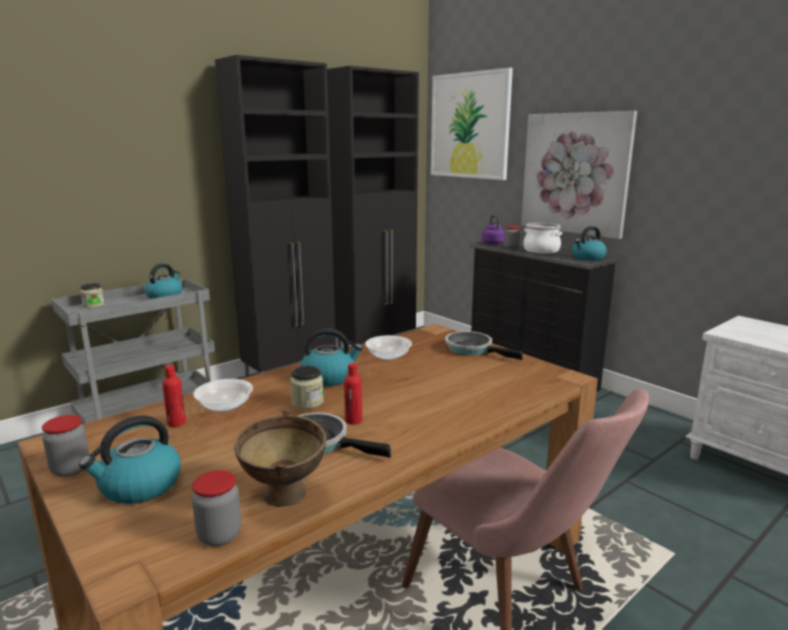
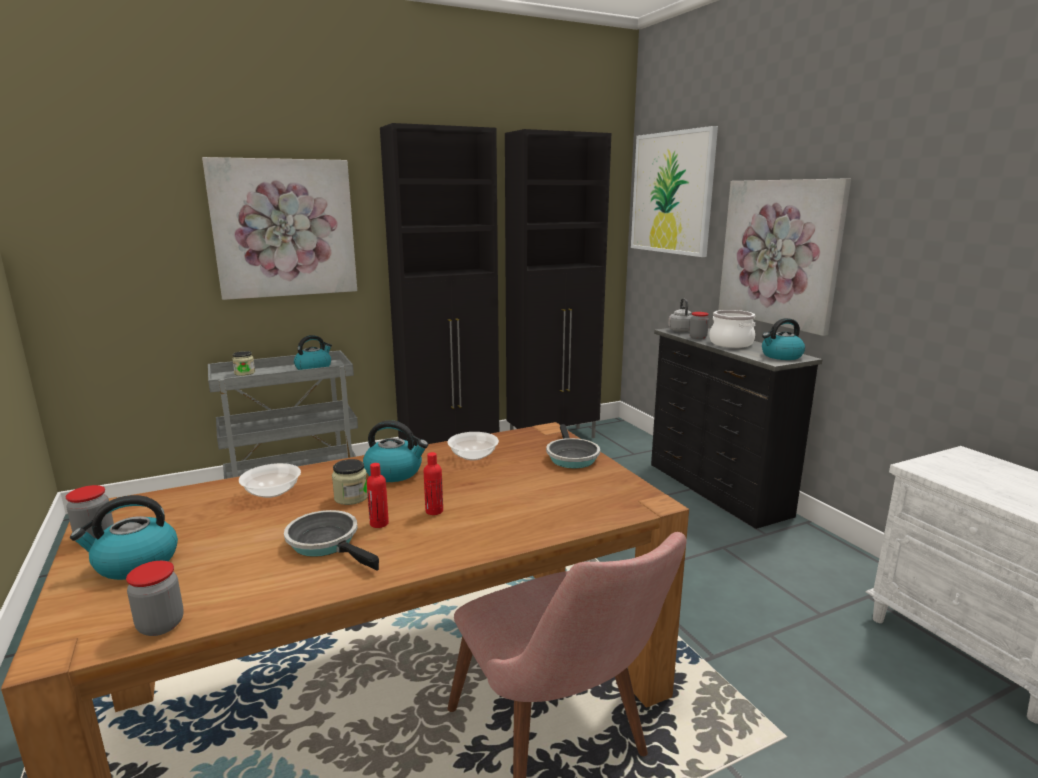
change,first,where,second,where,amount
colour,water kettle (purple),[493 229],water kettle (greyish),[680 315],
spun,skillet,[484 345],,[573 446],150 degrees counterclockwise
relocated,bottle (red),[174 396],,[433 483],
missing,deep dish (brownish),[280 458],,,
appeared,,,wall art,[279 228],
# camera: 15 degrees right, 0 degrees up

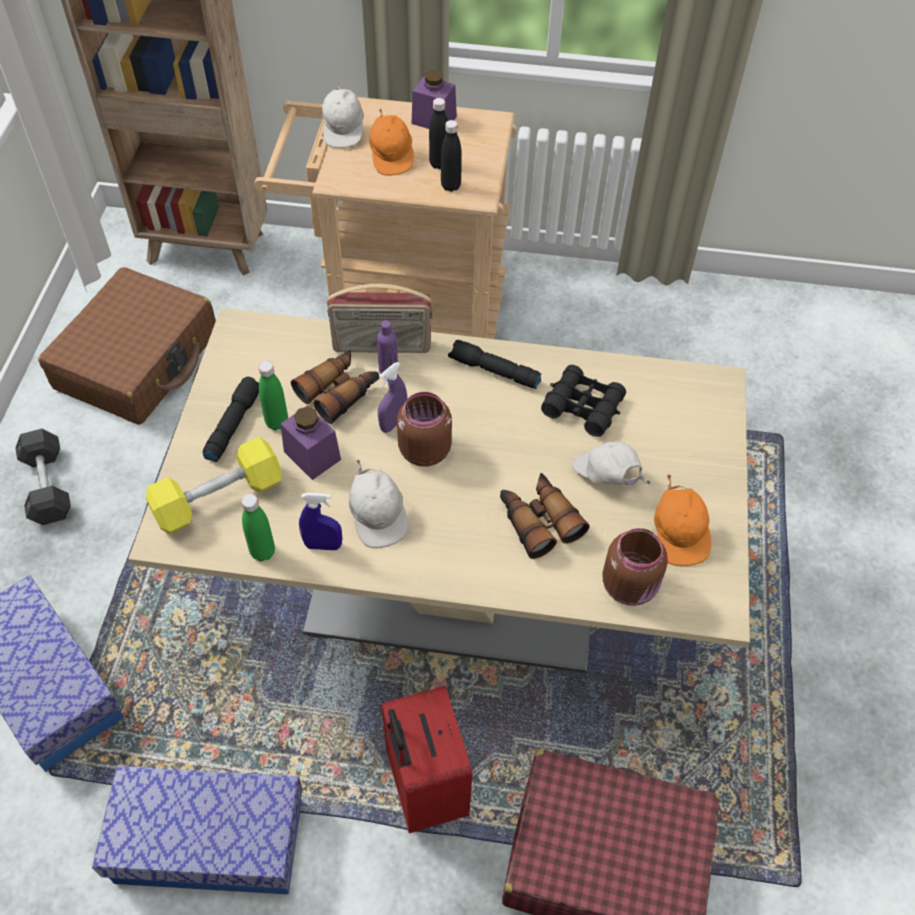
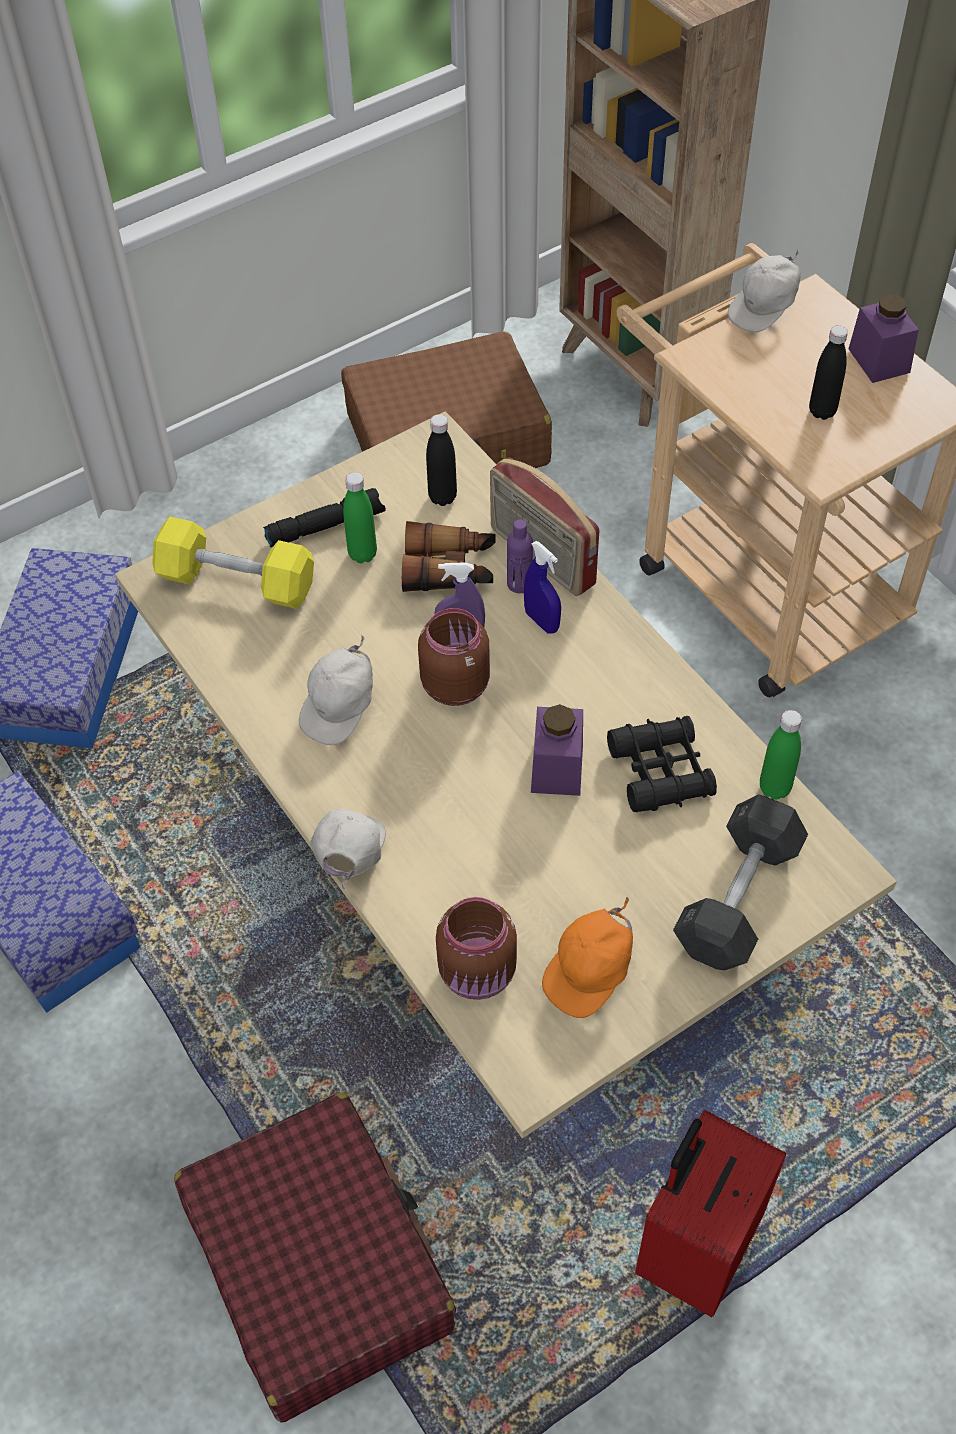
change,first,where,second,where,amount
missing,peaked cap (orange-coloured),[391 142],,,
relocated,bottle (black-coloured),[451 156],,[441 460],
missing,torch (black-coloured),[495 364],,,
relocated,preserve jar (purple),[311 443],,[557 750],
relocated,hand weight (greyish),[43 477],,[740 882],
relocated,peaked cap (white-coloured),[611 463],,[348 849],
missing,binoculars,[545 516],,,
relocated,hand sprayer (blue),[320 521],,[542 587],
relocated,bottle (greenish),[258 527],,[781 755],
relocated,piece of luggage (red),[426 759],,[710 1213],
# camera: 50 degrees right, 0 degrees up

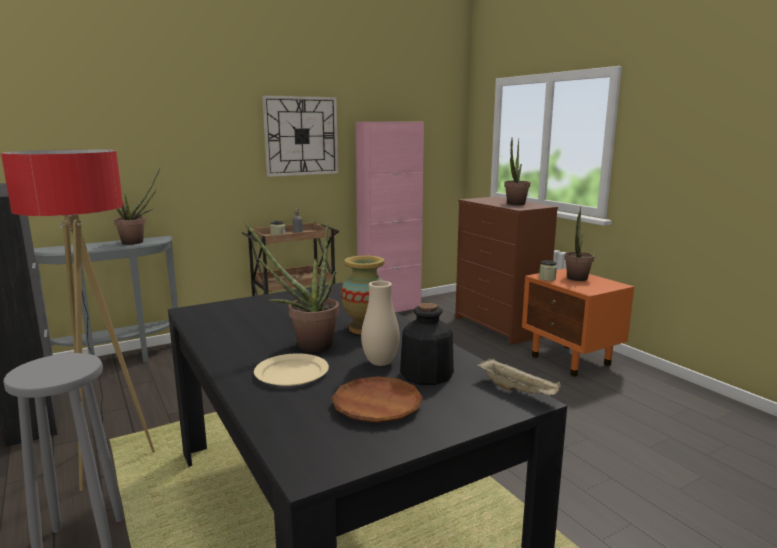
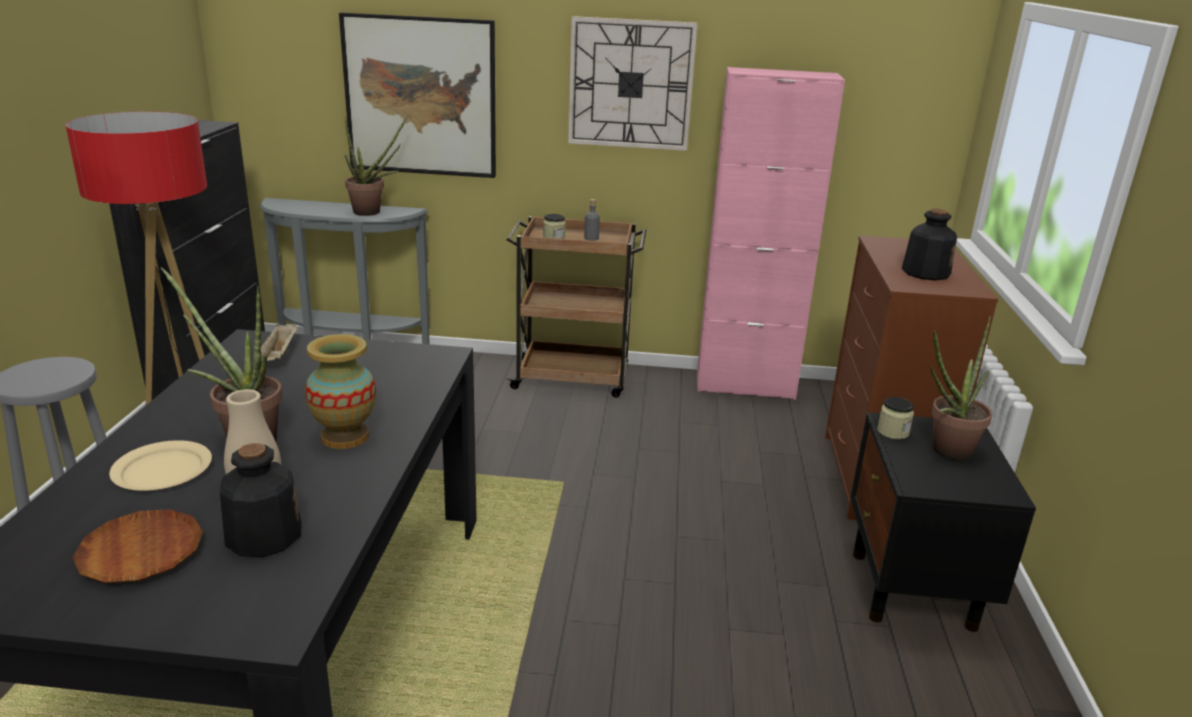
change,first,where,second,where,amount
exchanged,plant in a pot,[517 171],bottle,[929 245],
colour,nightstand (orange-coloured),[578 322],nightstand (black-coloured),[943 522],
relocated,tray (sand-coloured),[519 377],,[275 342],
appeared,,,wall art,[417 95],
# camera: 35 degrees right, 10 degrees up

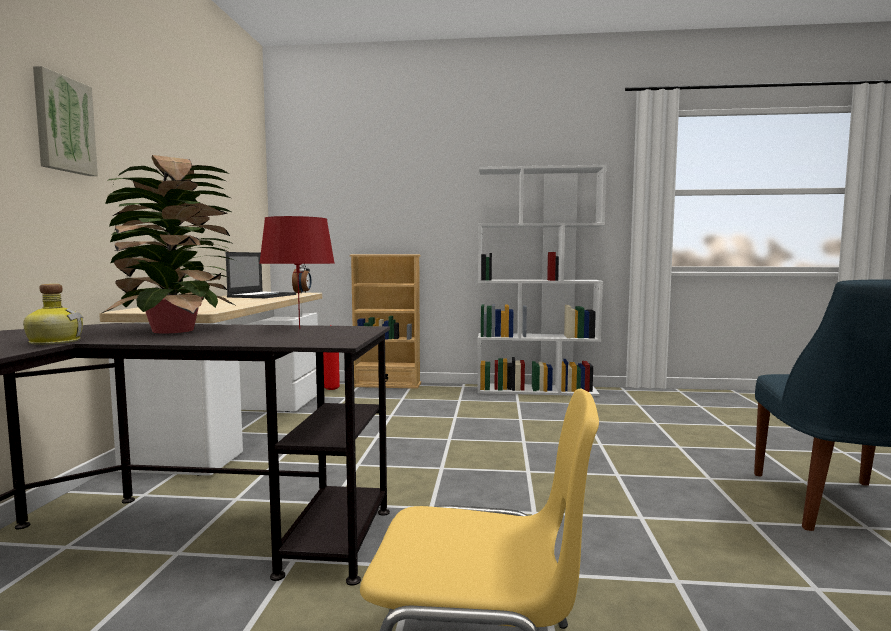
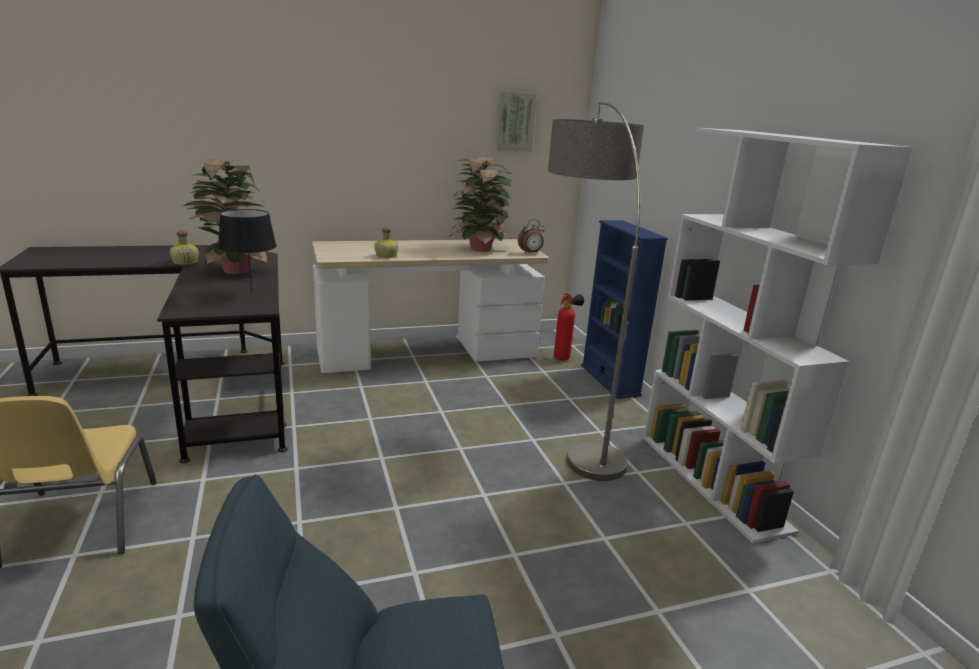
change,first,where,second,where,amount
relocated,wall art,[65 121],,[516 121],
colour,lamp for a table (red),[296 272],lamp for a table (black-coloured),[247 251],
exchanged,notebook computer,[261 275],plant in a pot,[480 204],
colour,bookshelf (sand-coloured),[385 321],bookshelf (blue),[624 309],
appeared,,,standard lamp,[596 291],
appeared,,,bottle,[386 242],
# camera: 65 degrees right, 15 degrees up

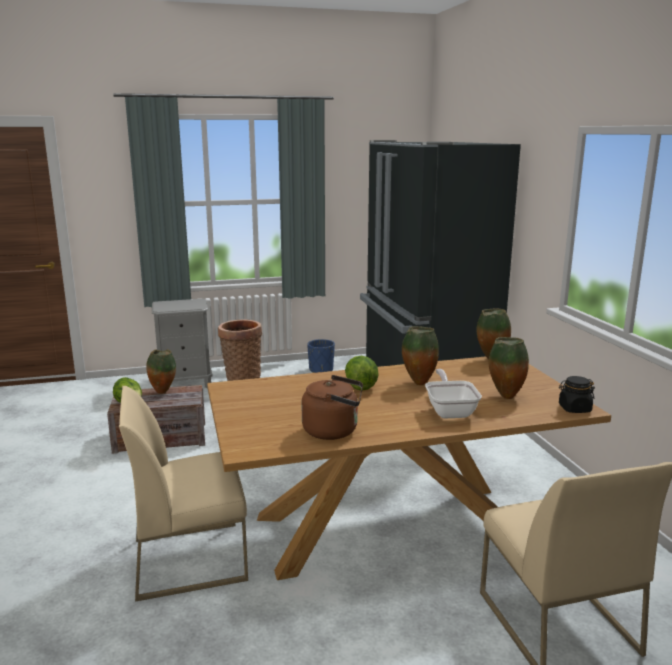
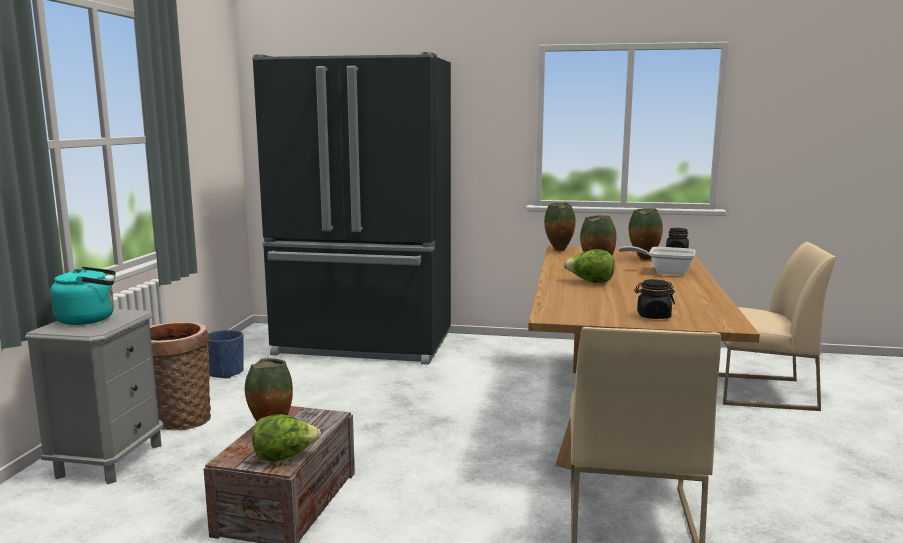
change,first,where,second,where,amount
missing,water kettle (brownish),[332 407],,,
appeared,,,water kettle (turquoise-coloured),[83 296],
appeared,,,preserve jar (black-coloured),[654 299],
# camera: 65 degrees left, 5 degrees down

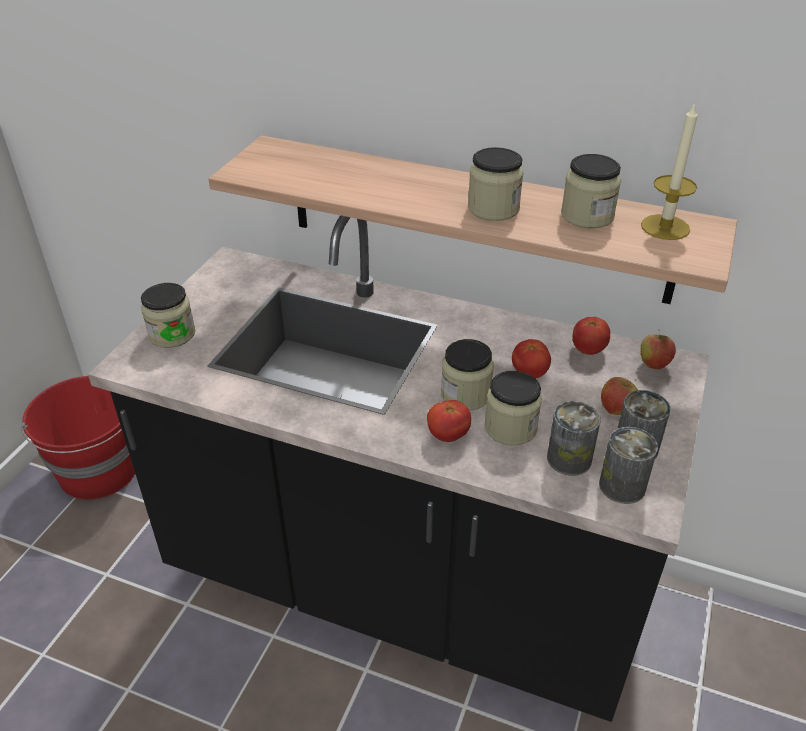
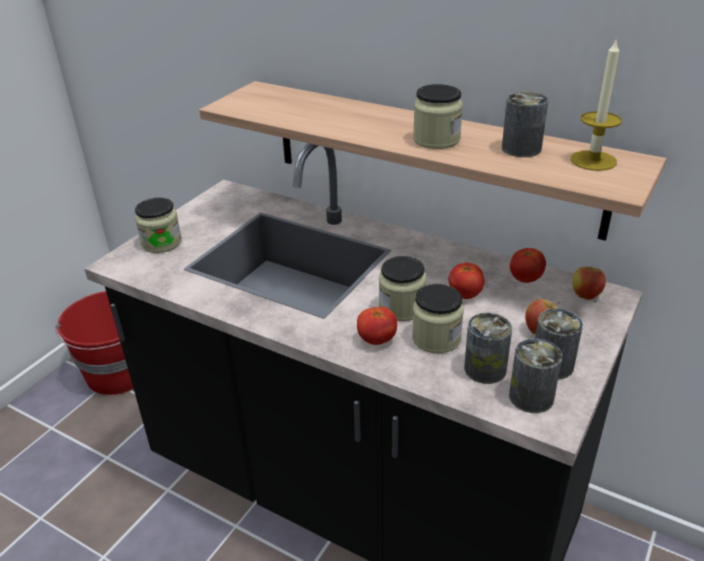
change,first,where,second,where,amount
exchanged,preserve jar,[591 191],sealed can,[525 124],
# camera: 10 degrees right, 5 degrees down

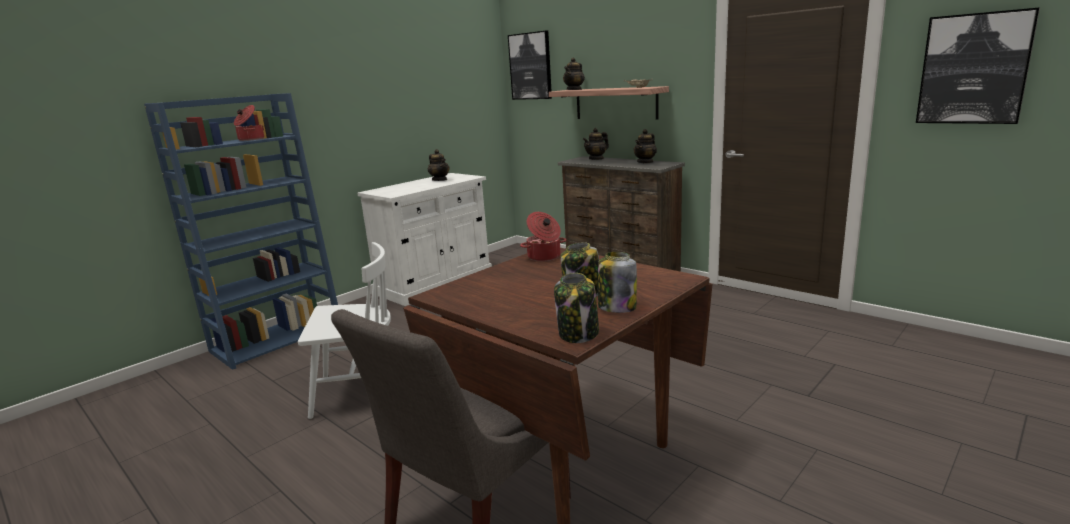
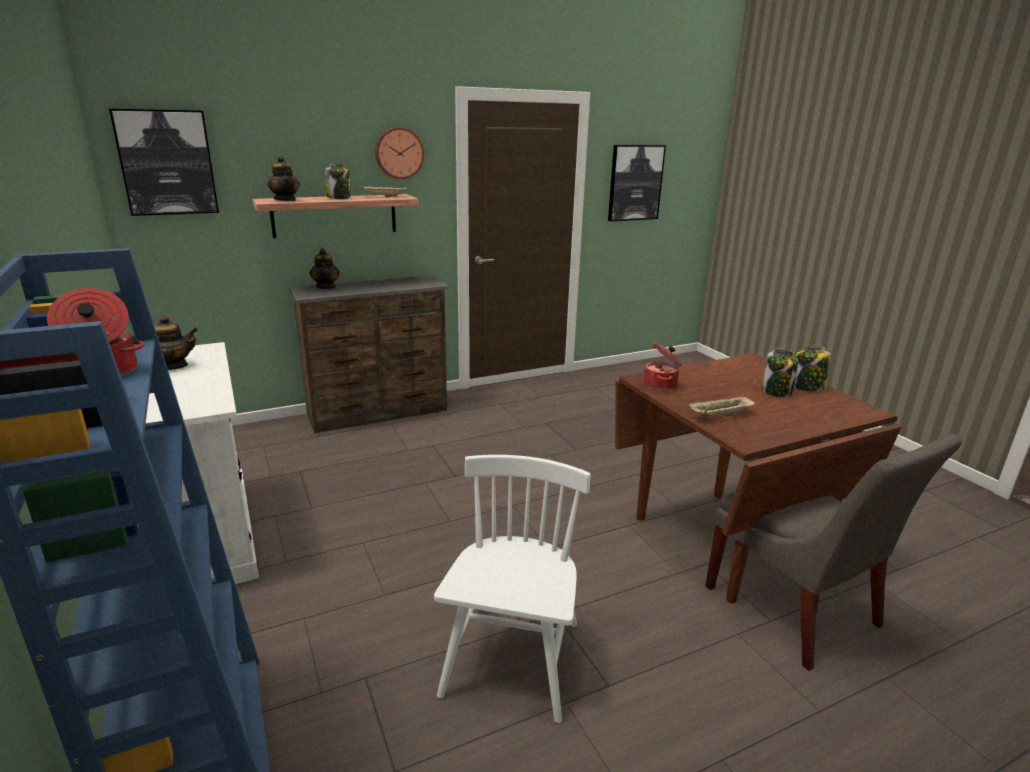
change,first,where,second,where,amount
missing,pot for tea,[645 146],,,
relocated,preserve jar,[576 308],,[338 181],
appeared,,,hanging clock,[399 153],
appeared,,,tray (sand-coloured),[722 406],
# camera: 70 degrees left, 5 degrees up

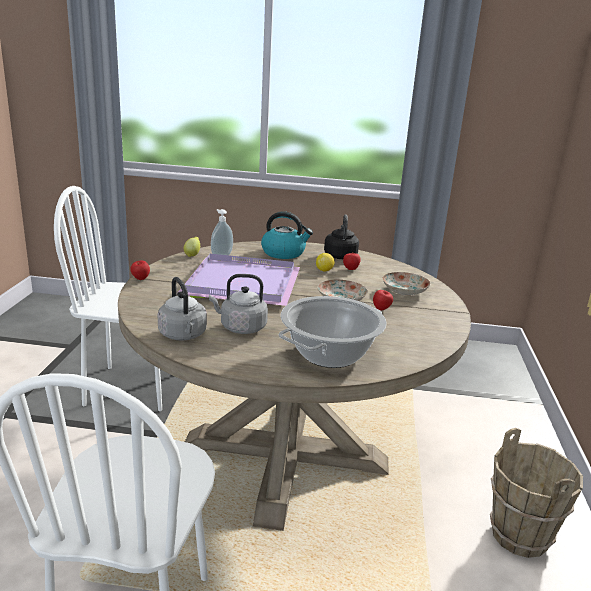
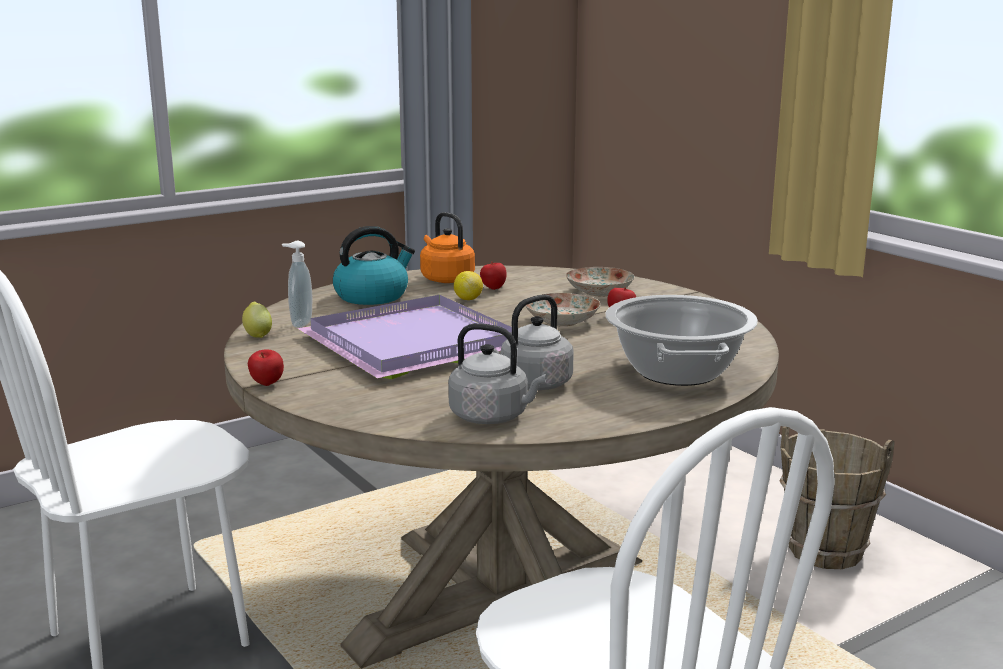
change,first,where,second,where,amount
colour,water kettle (black-coloured),[341 237],water kettle (orange-coloured),[447 247],
# camera: 40 degrees left, 5 degrees down

